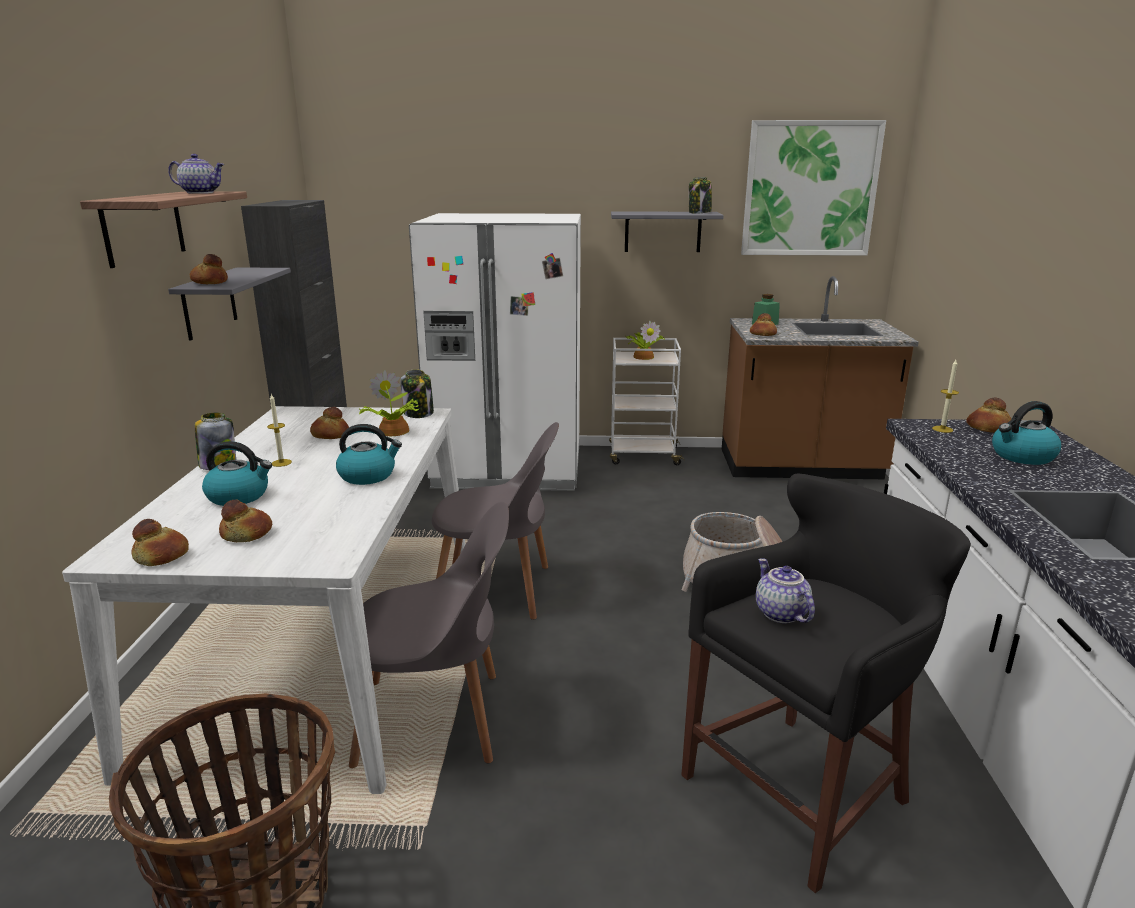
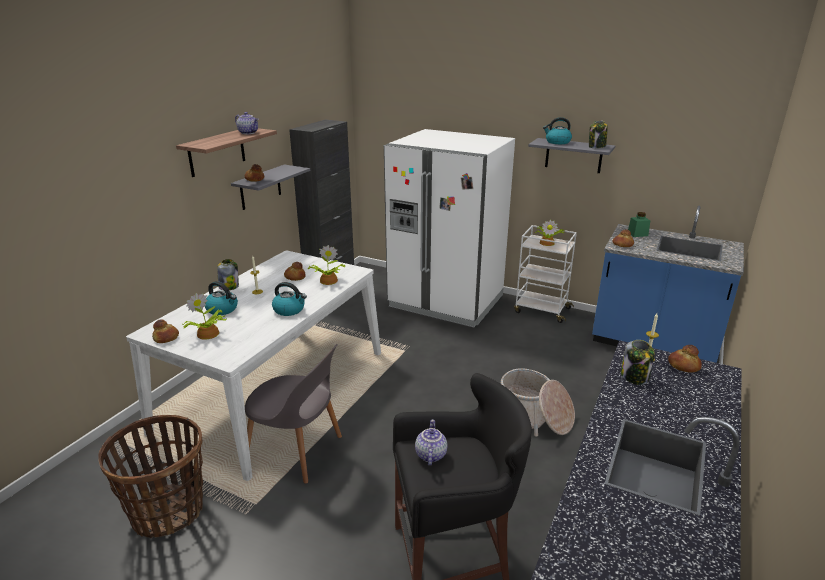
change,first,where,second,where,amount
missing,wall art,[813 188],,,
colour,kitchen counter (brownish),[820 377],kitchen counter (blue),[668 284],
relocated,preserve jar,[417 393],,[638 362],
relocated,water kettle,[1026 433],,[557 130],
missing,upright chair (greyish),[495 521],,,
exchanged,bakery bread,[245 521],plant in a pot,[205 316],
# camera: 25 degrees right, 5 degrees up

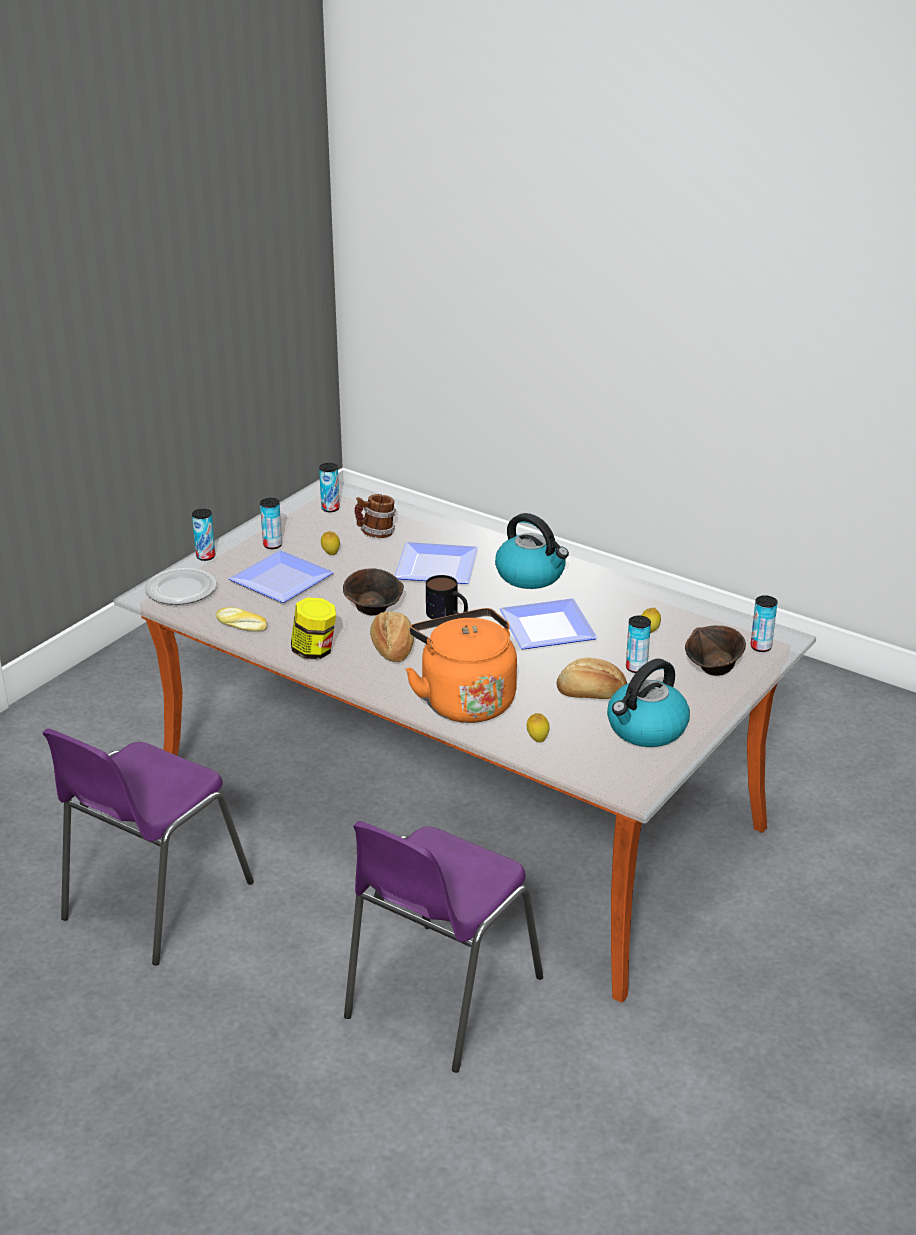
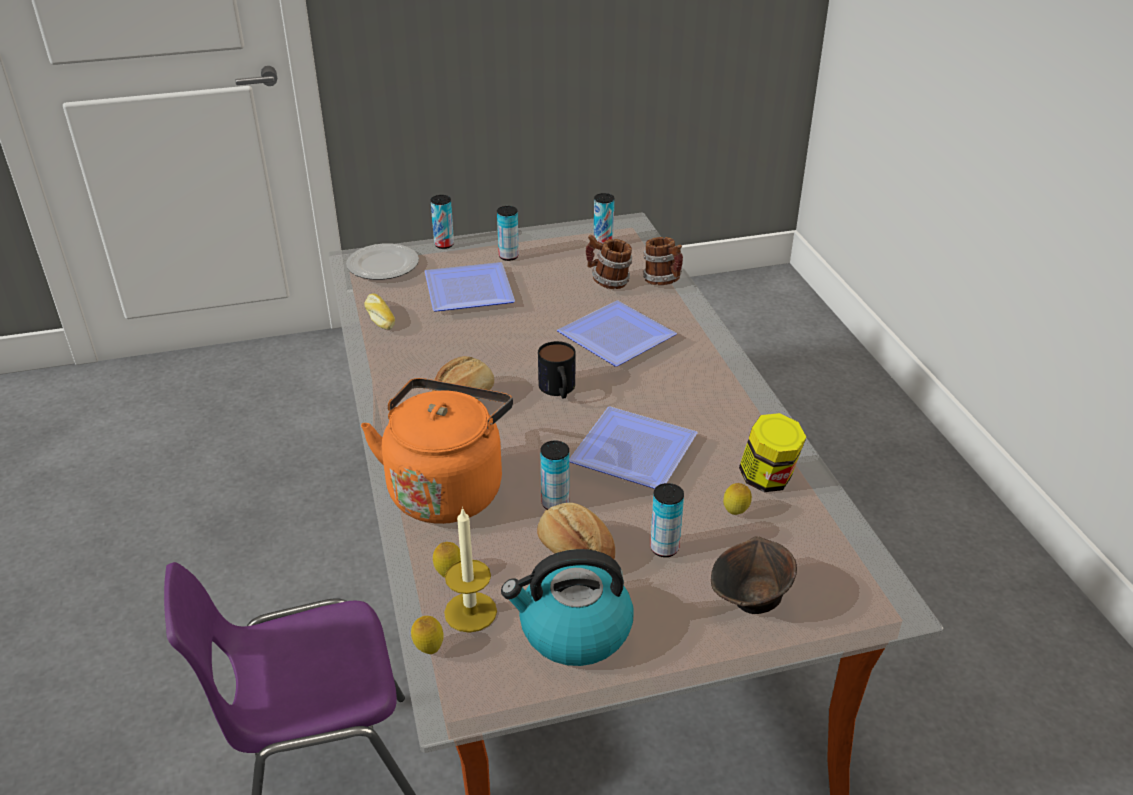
change,first,where,second,where,amount
missing,water kettle,[532 551],,,
relocated,lemon,[330 543],,[427 635],
missing,deep dish (brownish),[373 591],,,
relocated,sealed can,[764 623],,[554 475],
relocated,preserve jar,[313 628],,[772 452],
missing,upright chair (purple),[148 847],,,
appeared,,,coffee mug,[663 261],
appeared,,,wax light,[470 570],
# camera: 40 degrees right, 5 degrees up

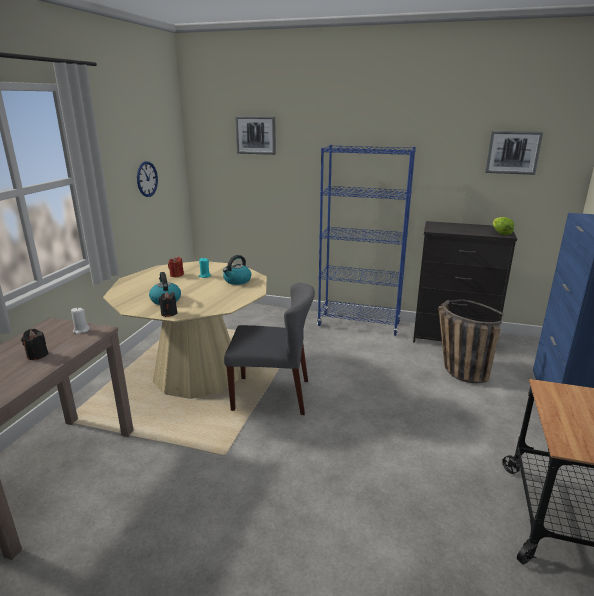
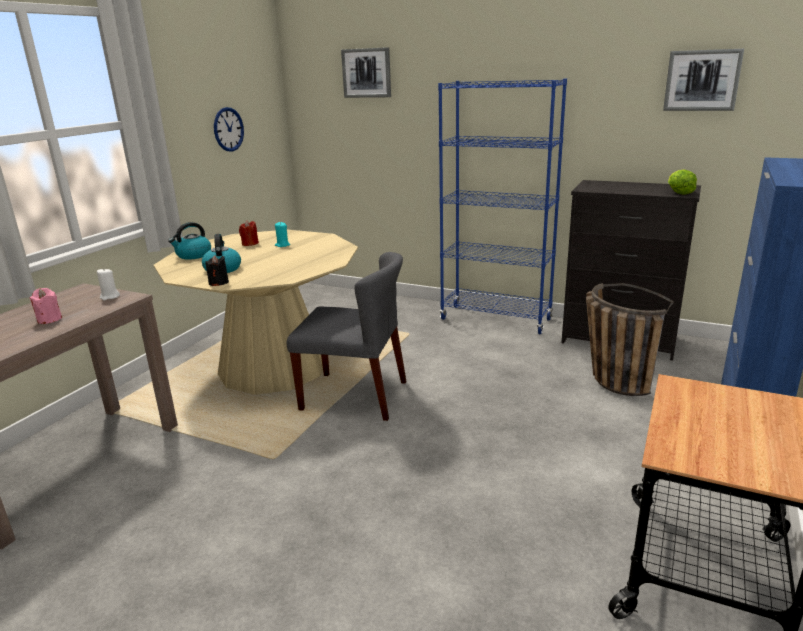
change,first,where,second,where,amount
relocated,water kettle,[237 270],,[189 241],
colour,wax light (black-coloured),[35 344],wax light (pink-coloured),[45 306],
# camera: 10 degrees right, 0 degrees up

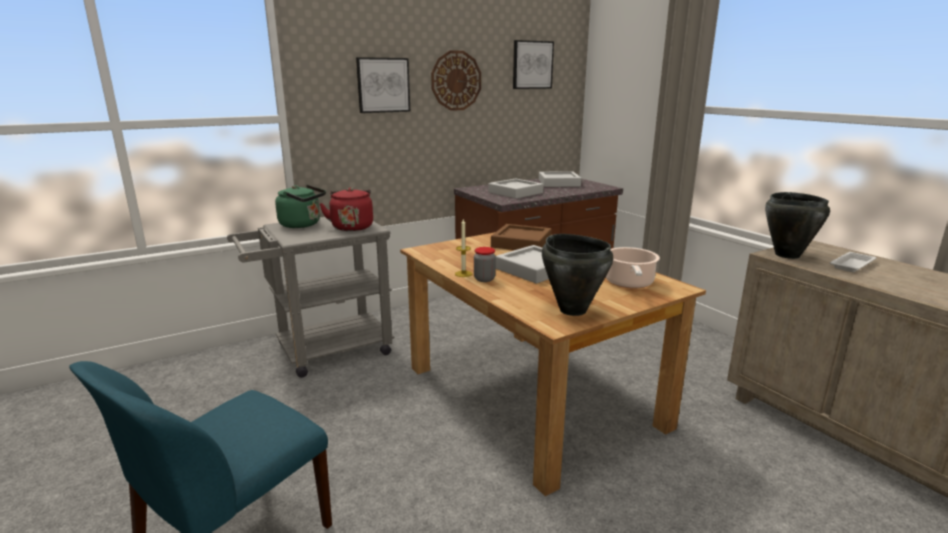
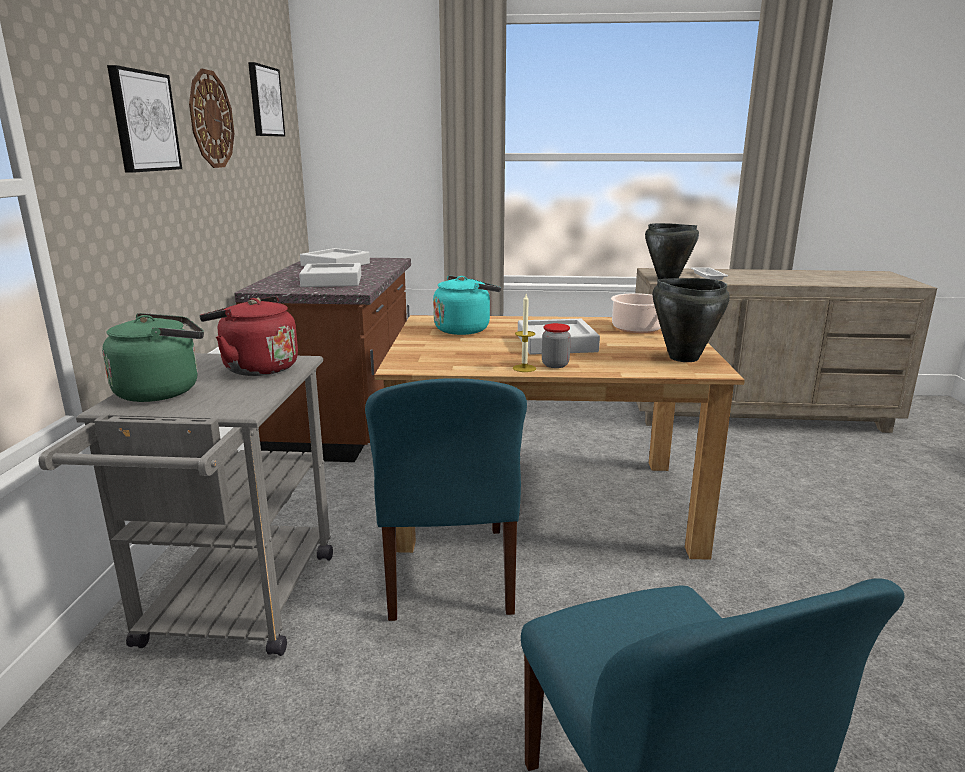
change,first,where,second,where,amount
exchanged,tray (brownish),[521 237],water kettle (turquoise-coloured),[467 305],
appeared,,,upright chair (blue),[446 499],
# camera: 55 degrees left, 0 degrees up

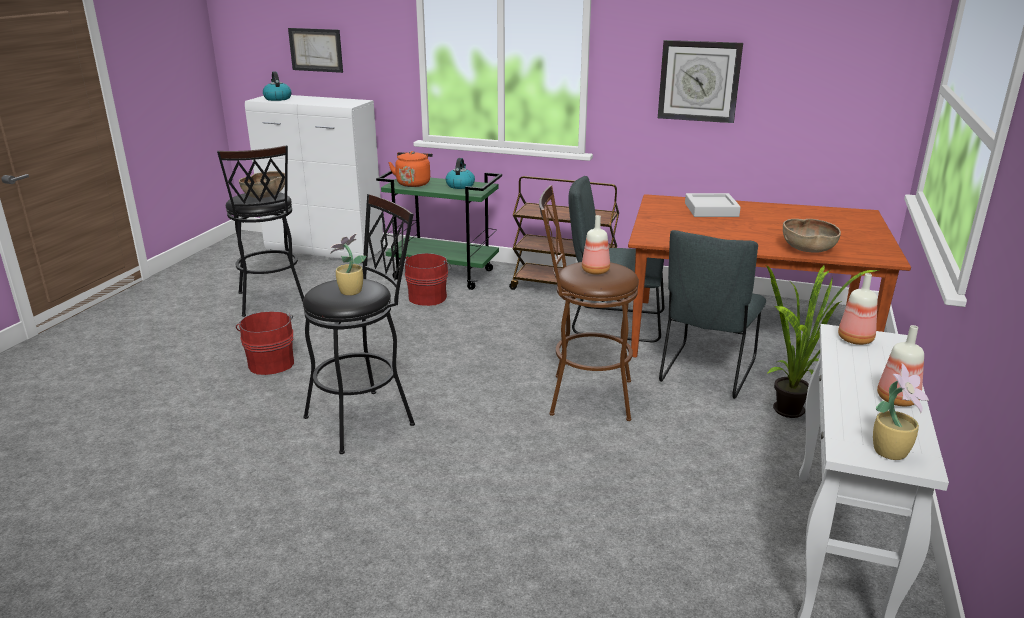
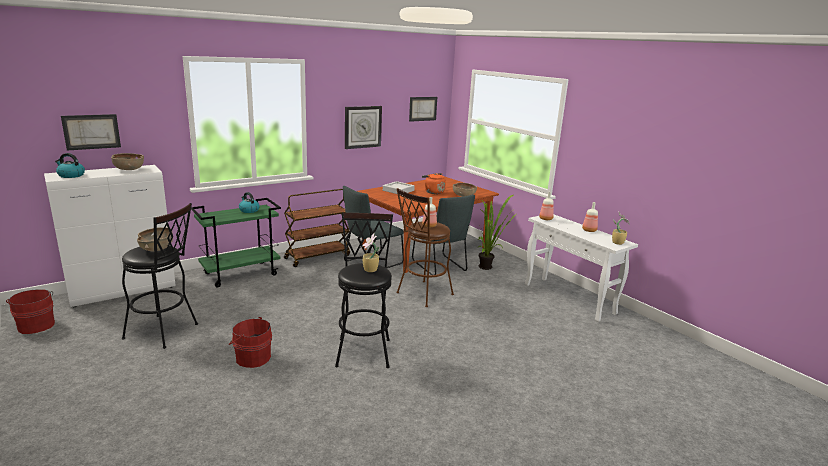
change,first,where,second,where,amount
relocated,water kettle (orange-coloured),[410 169],,[434 183],
relocated,pail (red),[428 279],,[30 311],
appeared,,,wall art,[423 109],
appeared,,,deep dish (brownish),[127 161],
# camera: 55 degrees left, 5 degrees down

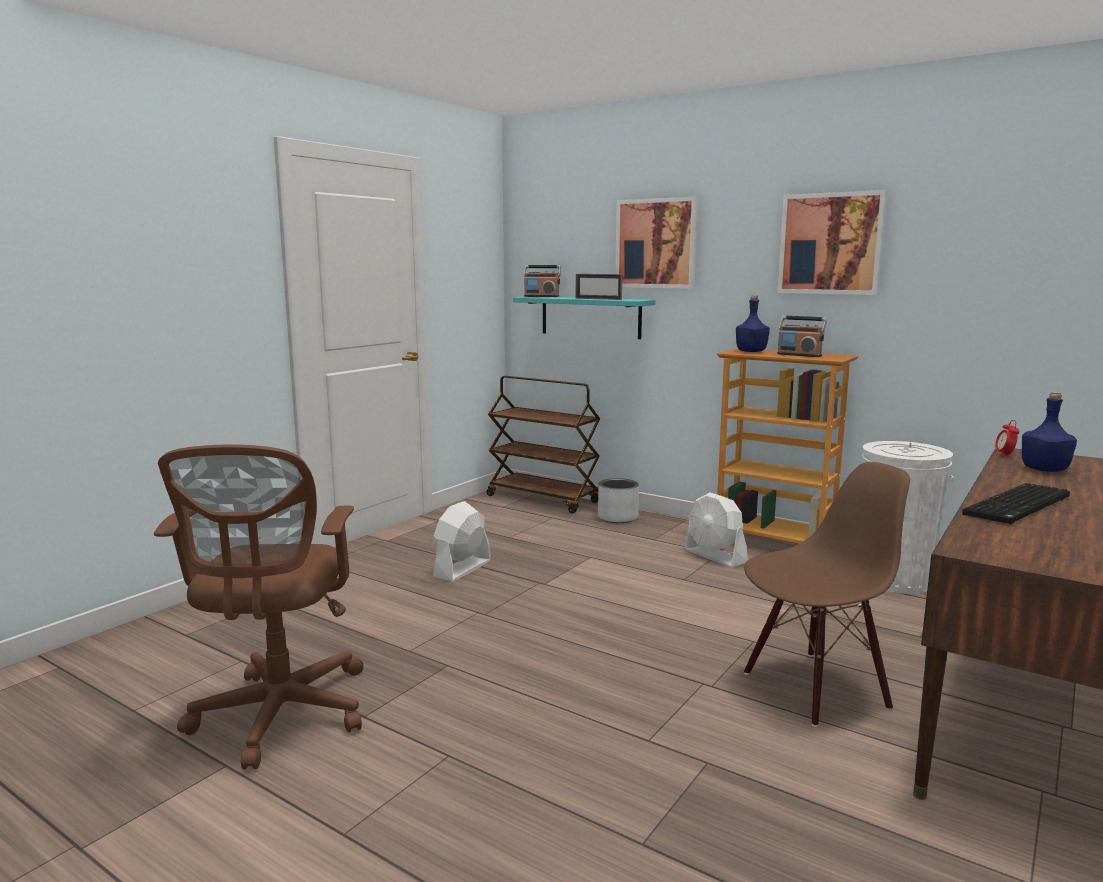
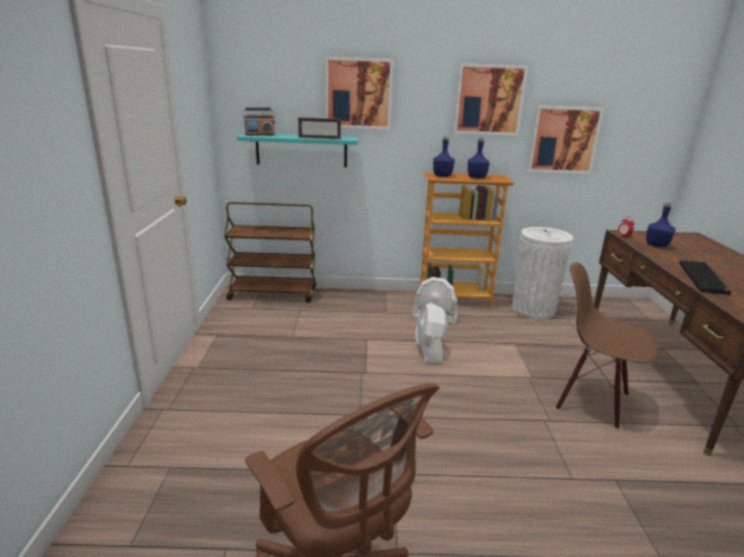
change,first,where,second,where,amount
exchanged,radio receiver,[802 336],bottle (blue),[479 158],
spun,upright chair (brownish),[827 594],,[607 345],90 degrees counterclockwise
missing,plant pot (greyish),[618 500],,,
relocated,cooling fan (white-coloured),[462 541],,[431 333],
appeared,,,wall art,[565 139],
# camera: 35 degrees left, 10 degrees up

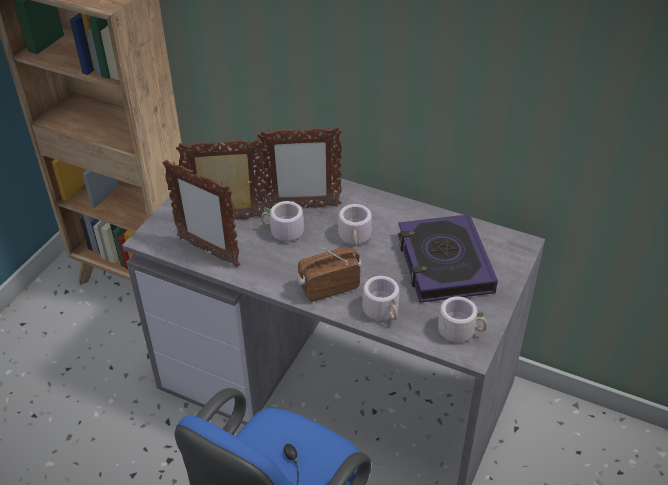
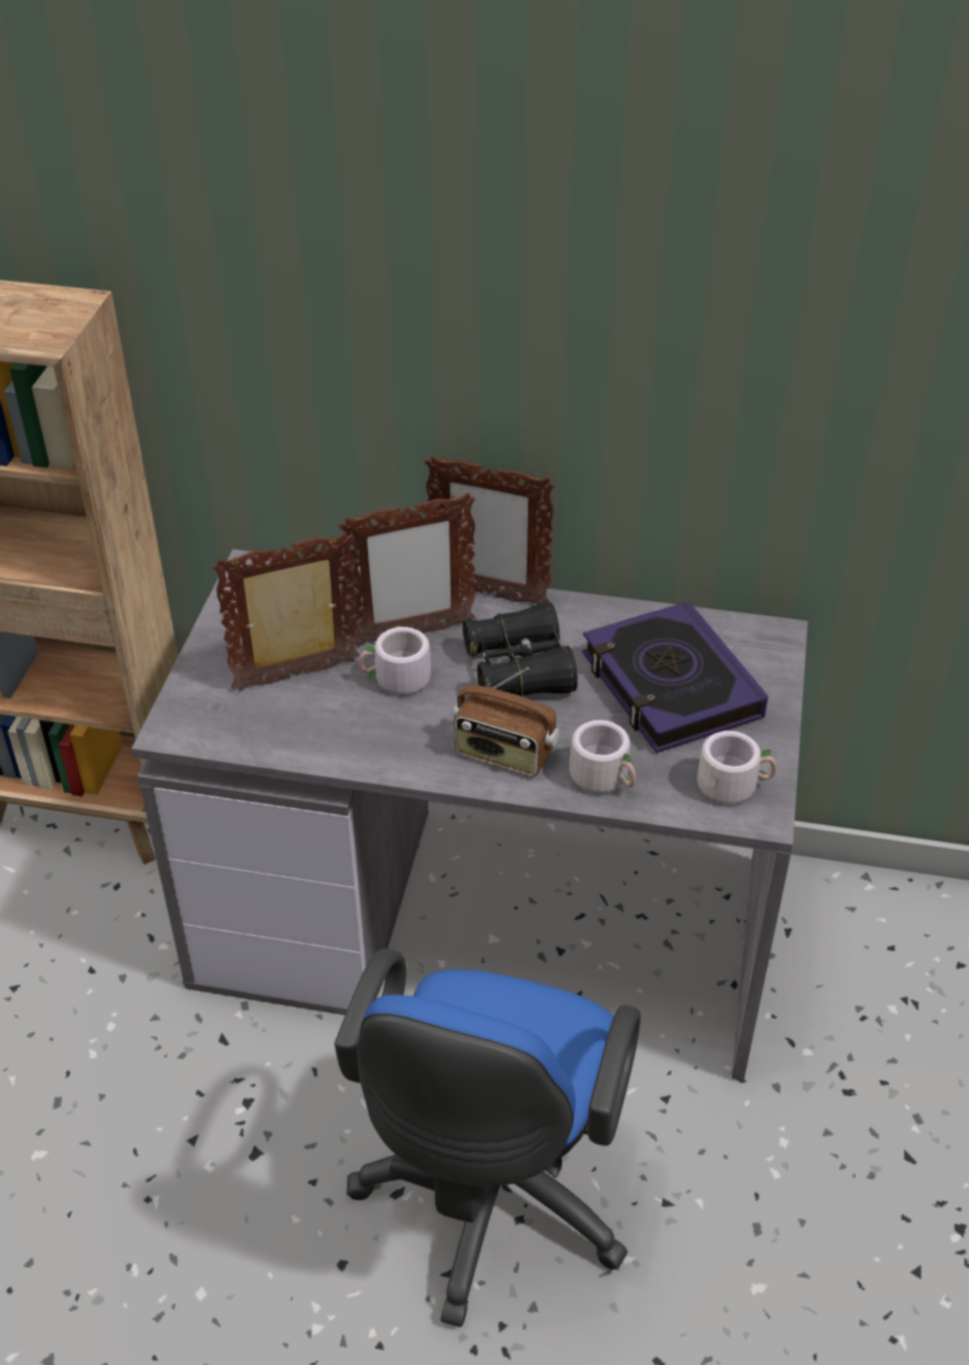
change,first,where,second,where,amount
relocated,photo frame,[201 213],,[490 529],
exchanged,coffee mug (greyish),[355 225],binoculars (black-coloured),[520 649],
spun,radio receiver,[329 274],,[506 721],120 degrees counterclockwise
# camera: 15 degrees left, 0 degrees up

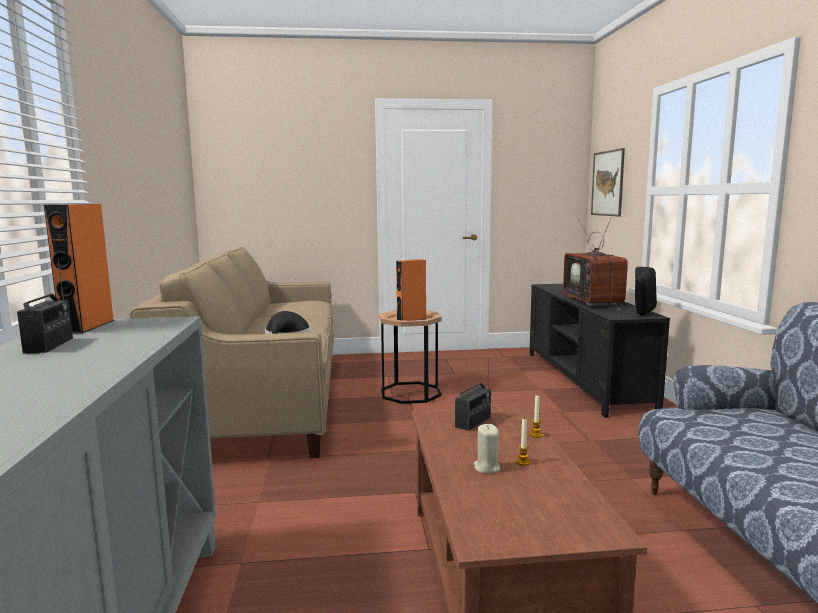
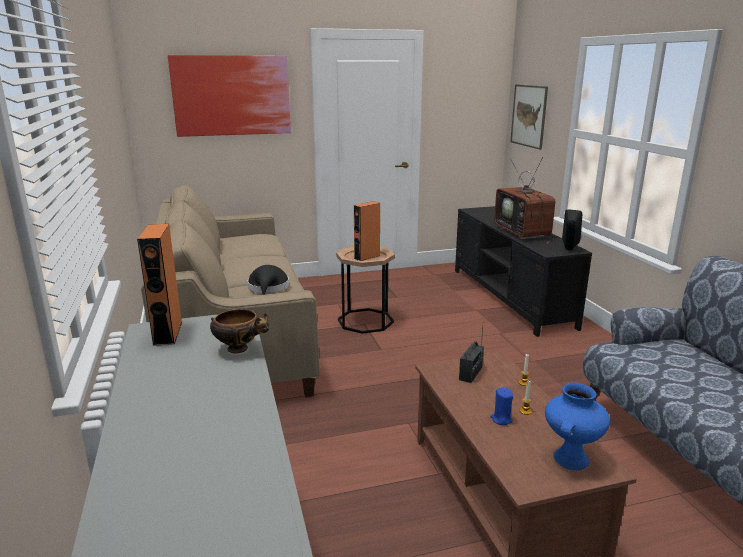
change,first,where,second,where,amount
missing,radio receiver,[45 305],,,
colour,wax light (sand-coloured),[487 449],wax light (blue),[501 406],
appeared,,,wall art,[229 96],
appeared,,,deep dish,[239 331],
appeared,,,vase (blue),[577 426],
# camera: 10 degrees left, 10 degrees up

